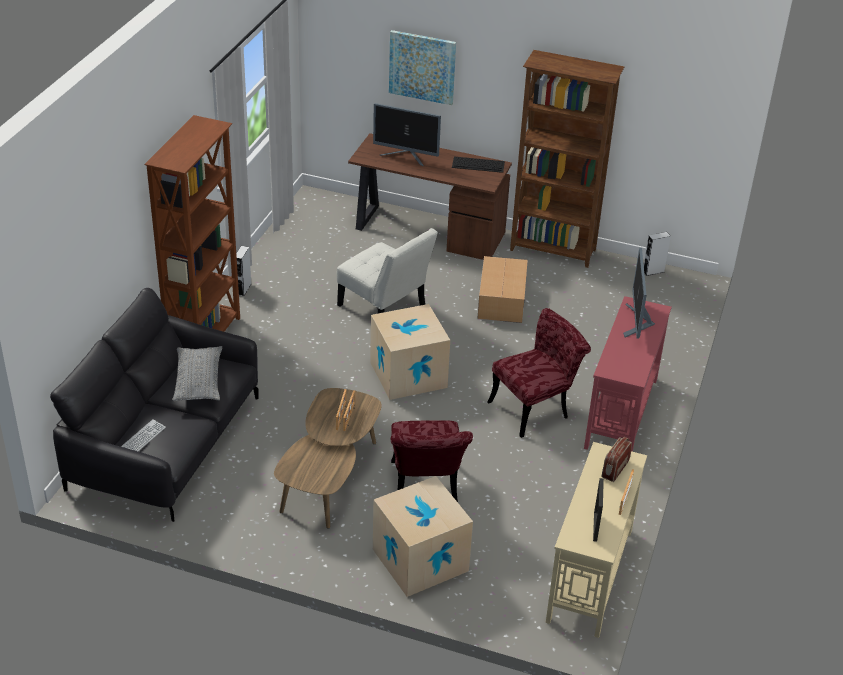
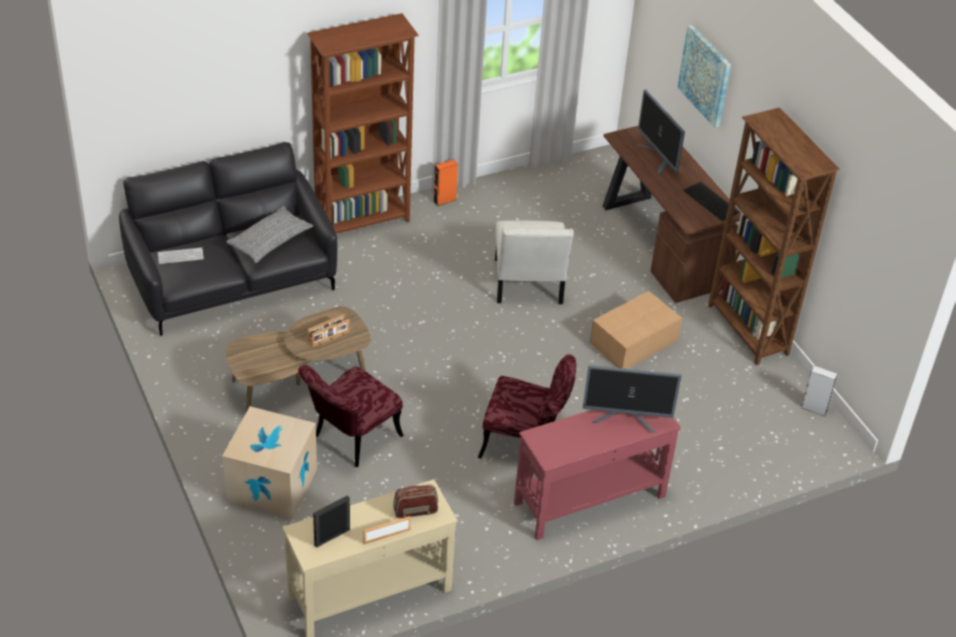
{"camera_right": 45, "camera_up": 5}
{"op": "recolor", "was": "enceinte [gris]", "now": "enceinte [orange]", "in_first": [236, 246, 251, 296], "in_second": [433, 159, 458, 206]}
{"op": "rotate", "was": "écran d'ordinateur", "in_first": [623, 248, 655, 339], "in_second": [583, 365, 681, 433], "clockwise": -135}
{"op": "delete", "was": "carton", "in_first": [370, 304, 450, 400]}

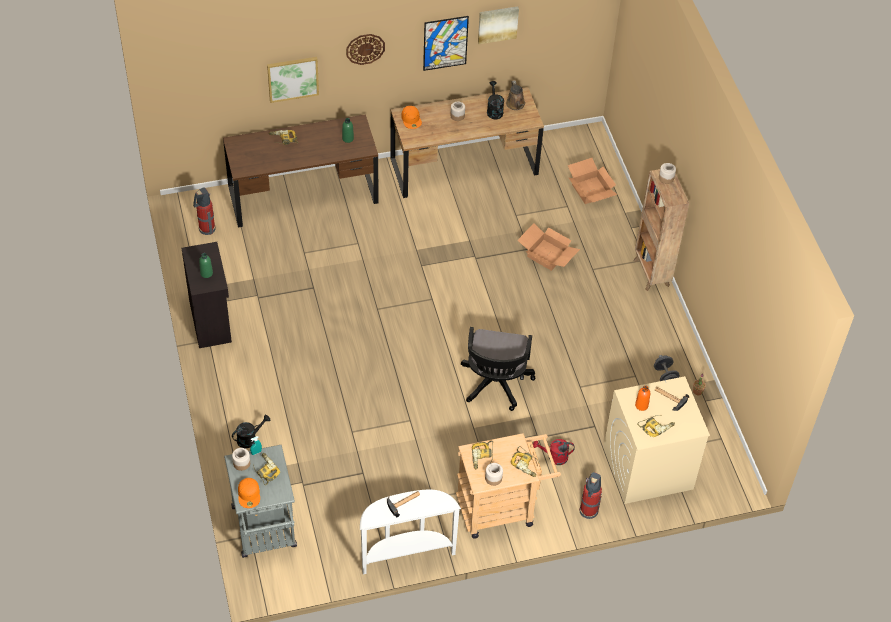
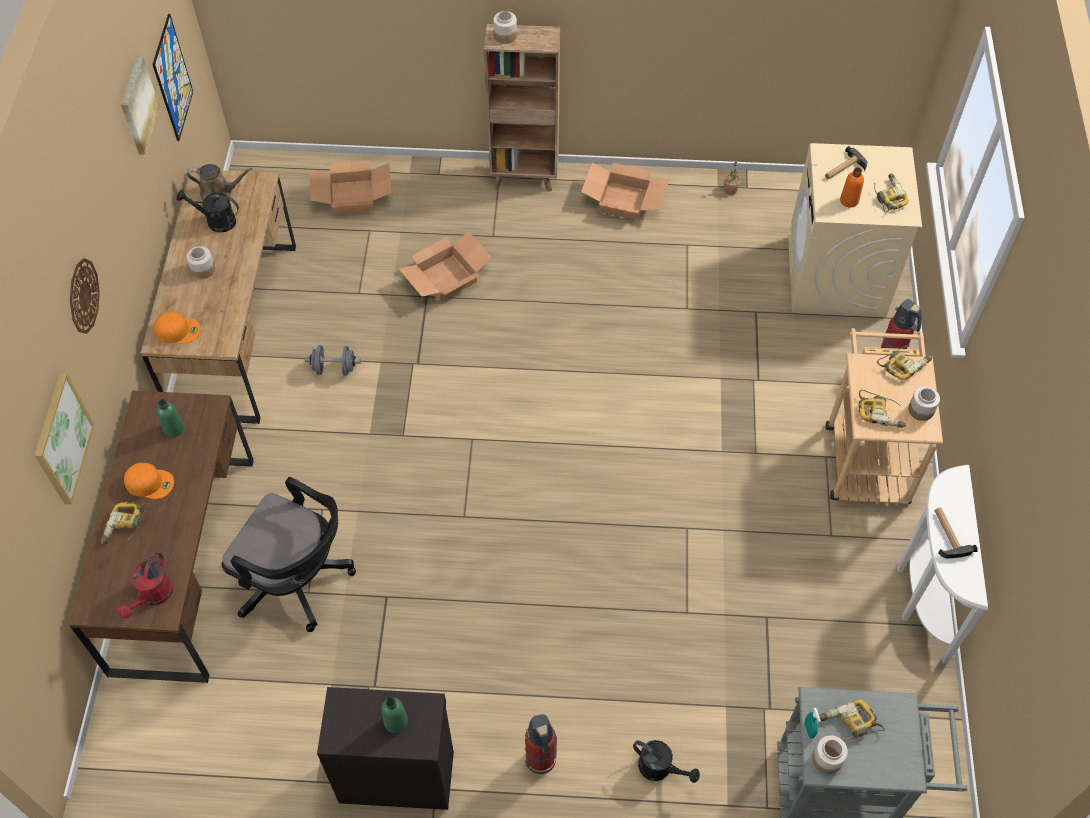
{"camera_right": -70, "camera_up": 5}
{"op": "move", "was": "arrosoir [rouge]", "in_first": [533, 439, 575, 465], "in_second": [118, 552, 173, 618]}
{"op": "move", "was": "casquette [orange]", "in_first": [238, 478, 260, 508], "in_second": [124, 463, 174, 499]}
{"op": "move", "was": "tableau", "in_first": [423, 16, 469, 71], "in_second": [152, 14, 193, 141]}
{"op": "move", "was": "chaise de bureau [noir]", "in_first": [461, 327, 535, 411], "in_second": [222, 477, 356, 632]}
{"op": "move", "was": "haltère [gris]", "in_first": [654, 355, 680, 381], "in_second": [305, 345, 361, 376]}
{"op": "move", "was": "extincteur", "in_first": [193, 187, 215, 235], "in_second": [525, 714, 557, 774]}
{"op": "insert", "now": "carton", "in_second": [581, 163, 669, 220]}
{"op": "rotate", "was": "arrosoir [noir]", "in_first": [232, 415, 270, 448], "in_second": [633, 740, 700, 783], "clockwise": 135}

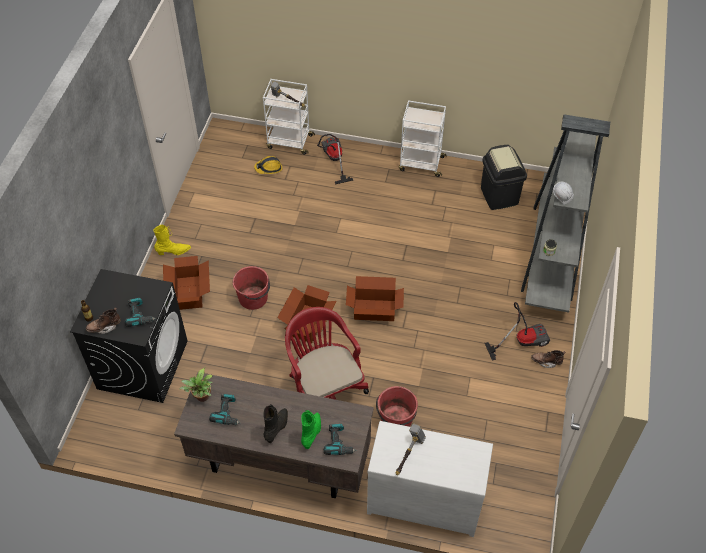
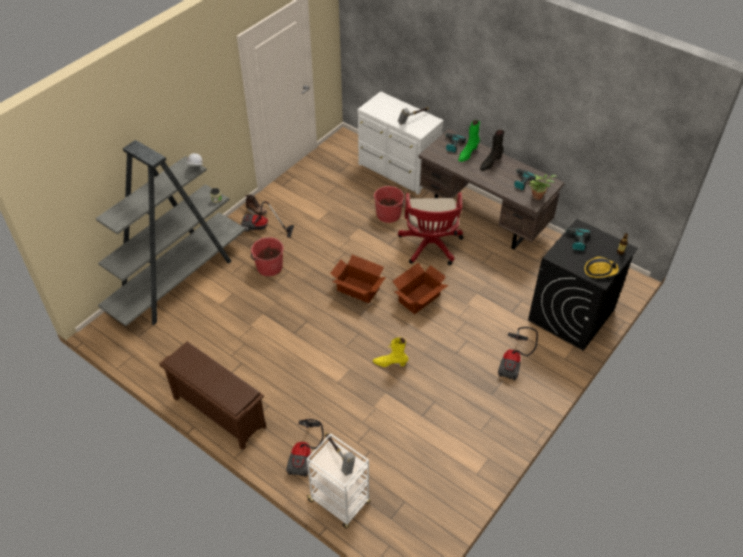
{"camera_right": -155, "camera_up": -5}
{"op": "replace", "was": "chariot [blanc]", "now": "étagère à chaussures [marron]", "in_first": [399, 100, 447, 177], "in_second": [159, 341, 266, 450]}
{"op": "move", "was": "seau [rouge]", "in_first": [233, 266, 270, 310], "in_second": [251, 237, 284, 276]}
{"op": "move", "was": "botte [jaune]", "in_first": [153, 225, 191, 255], "in_second": [373, 338, 408, 367]}
{"op": "replace", "was": "carton", "now": "aspirateur", "in_first": [163, 256, 210, 310], "in_second": [498, 327, 538, 381]}
{"op": "move", "was": "casque de chantier", "in_first": [254, 156, 282, 174], "in_second": [584, 257, 619, 278]}
{"op": "delete", "was": "botte [marron]", "in_first": [86, 308, 121, 334]}
{"op": "delete", "was": "poubelle [noir]", "in_first": [481, 145, 527, 210]}

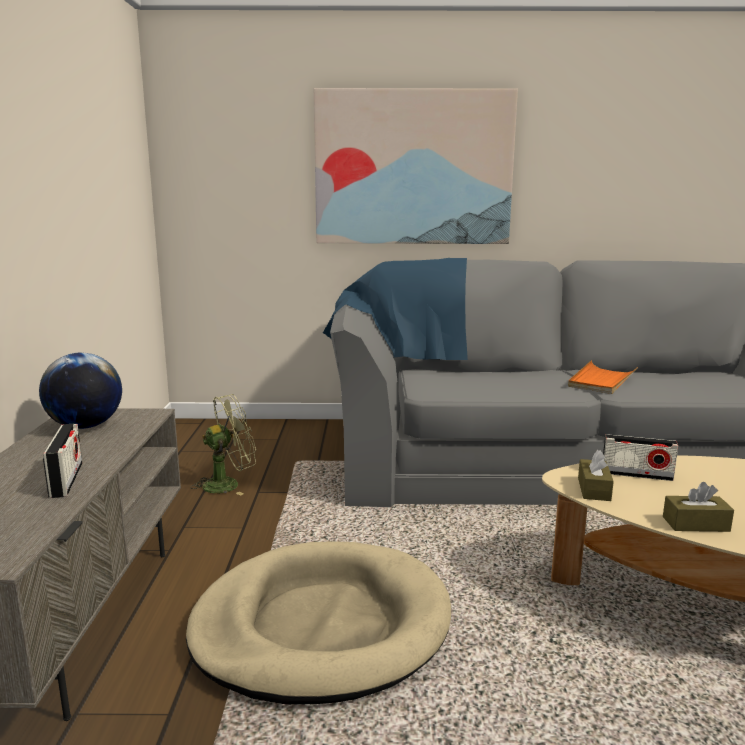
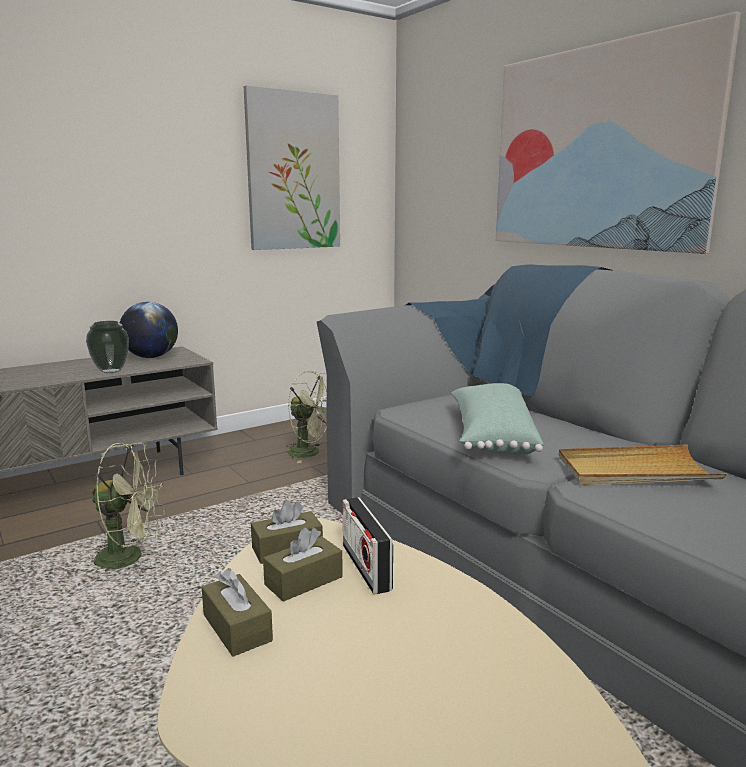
{"camera_right": 55, "camera_up": 0}
{"op": "insert", "now": "vase", "in_second": [86, 321, 129, 373]}
{"op": "replace", "was": "panier pour chien [beige]", "now": "ventilateur [vert]", "in_first": [186, 541, 451, 704], "in_second": [91, 443, 165, 571]}
{"op": "insert", "now": "tableau", "in_second": [244, 85, 340, 250]}
{"op": "insert", "now": "boîte à mouchoirs [marron]", "in_second": [263, 528, 343, 602]}
{"op": "insert", "now": "coussin [vert]", "in_second": [451, 383, 544, 455]}
{"op": "recolor", "was": "plateau [orange]", "now": "plateau [beige]", "in_first": [568, 361, 638, 394], "in_second": [559, 445, 727, 486]}
{"op": "delete", "was": "radio", "in_first": [43, 424, 82, 498]}

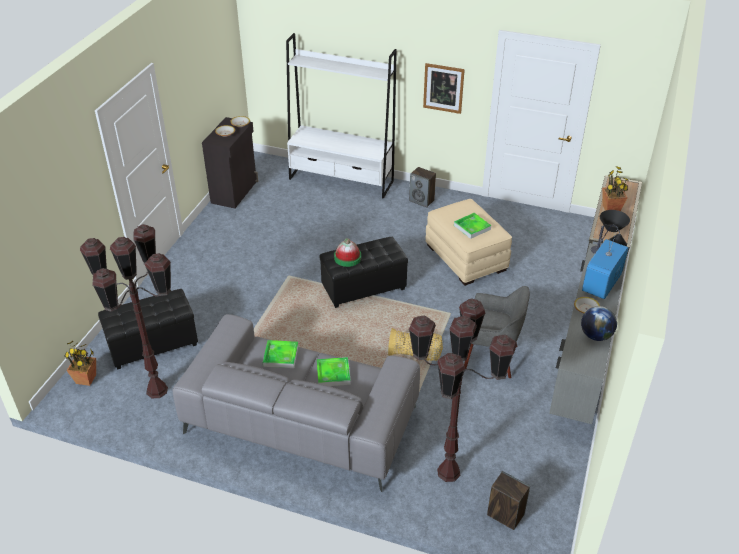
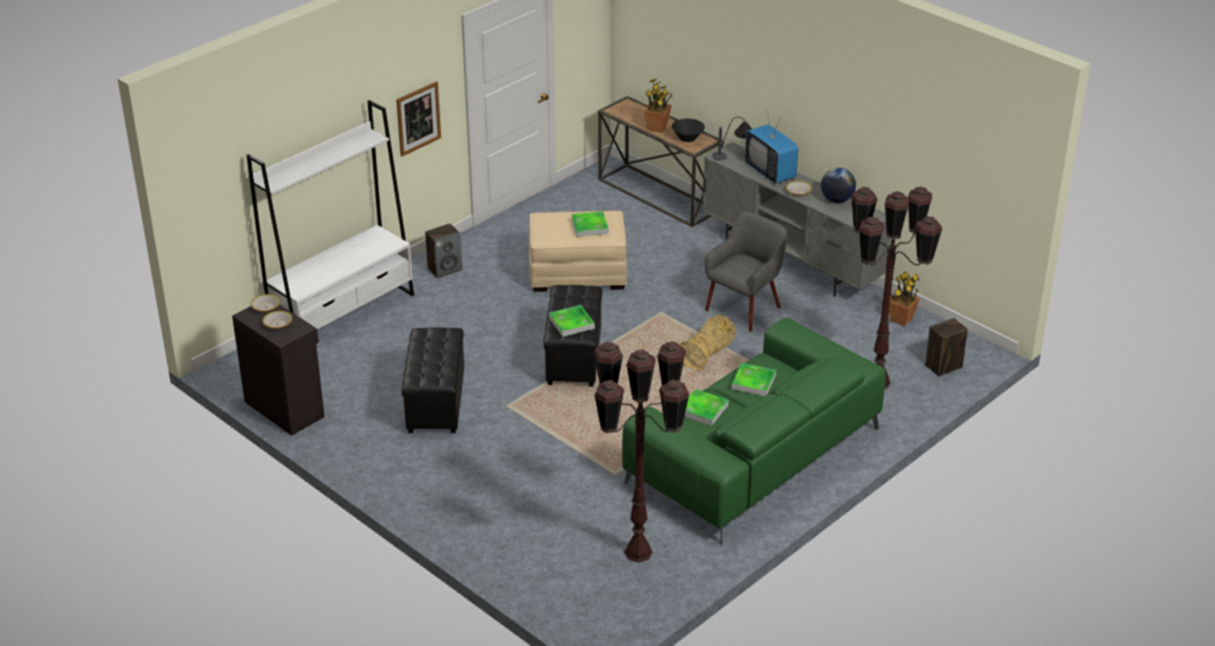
{"camera_right": -65, "camera_up": -5}
{"op": "move", "was": "pouf [noir]", "in_first": [98, 289, 198, 370], "in_second": [401, 328, 464, 433]}
{"op": "replace", "was": "chapeau", "now": "plateau", "in_first": [334, 238, 361, 267], "in_second": [549, 305, 595, 337]}
{"op": "recolor", "was": "canapé [gris]", "now": "canapé [vert]", "in_first": [173, 314, 420, 492], "in_second": [622, 317, 886, 545]}
{"op": "move", "was": "plante en pot", "in_first": [64, 341, 96, 386], "in_second": [889, 272, 920, 326]}

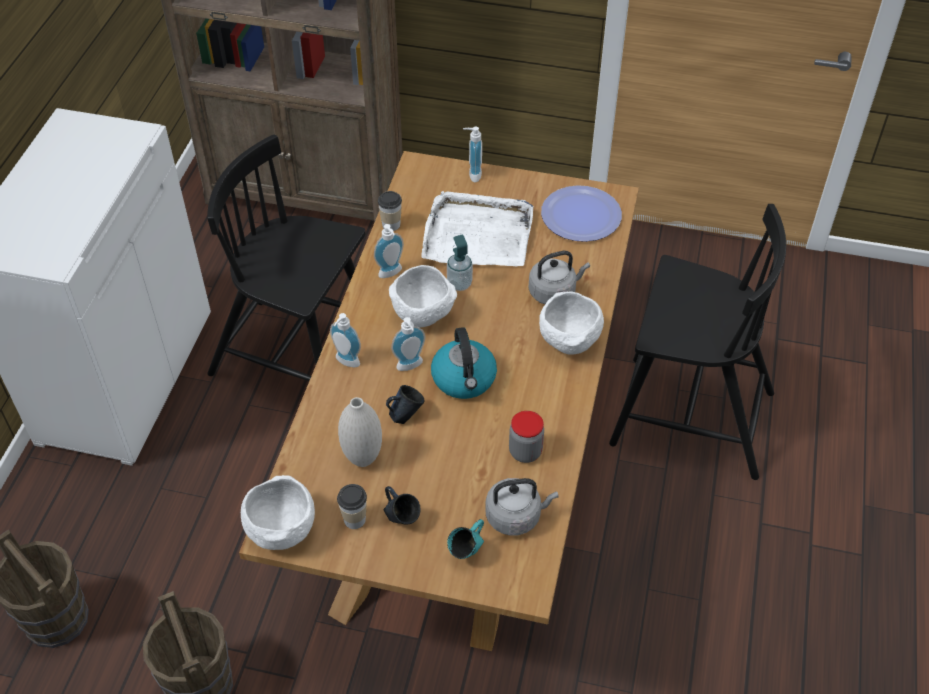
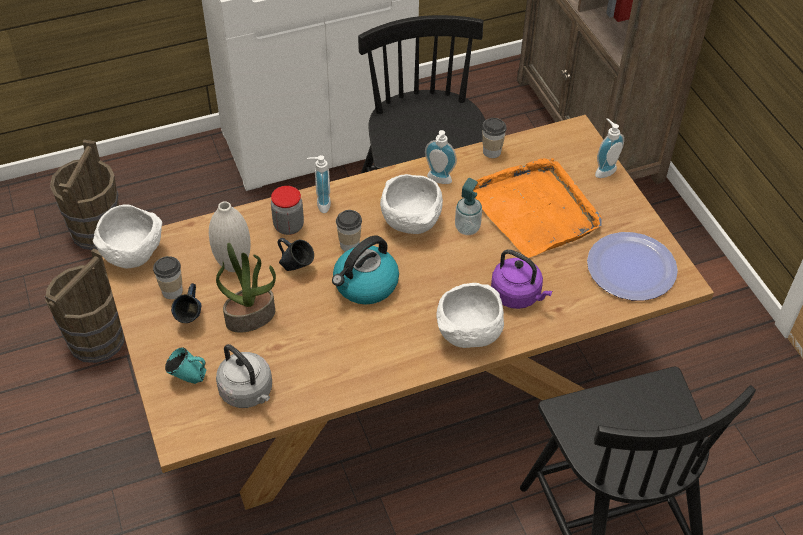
{"camera_right": 55, "camera_up": 0}
{"op": "insert", "now": "plante en pot", "in_second": [216, 243, 276, 333]}
{"op": "move", "was": "bocal", "in_first": [509, 411, 544, 463], "in_second": [271, 186, 304, 235]}
{"op": "replace", "was": "distributeur de savon", "now": "tasse", "in_first": [391, 317, 425, 371], "in_second": [336, 210, 362, 252]}
{"op": "recolor", "was": "plateau [blanc]", "now": "plateau [orange]", "in_first": [421, 191, 533, 266], "in_second": [473, 158, 602, 258]}
{"op": "recolor", "was": "bouilloire [gris]", "now": "bouilloire [violet]", "in_first": [528, 251, 590, 304], "in_second": [491, 249, 552, 309]}

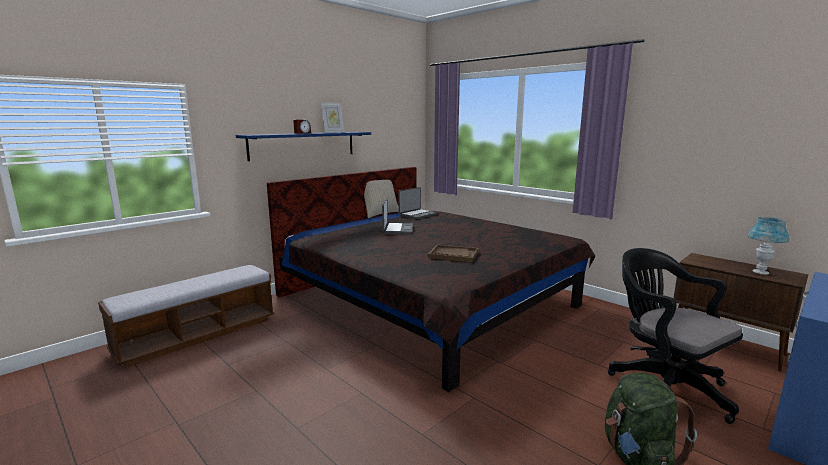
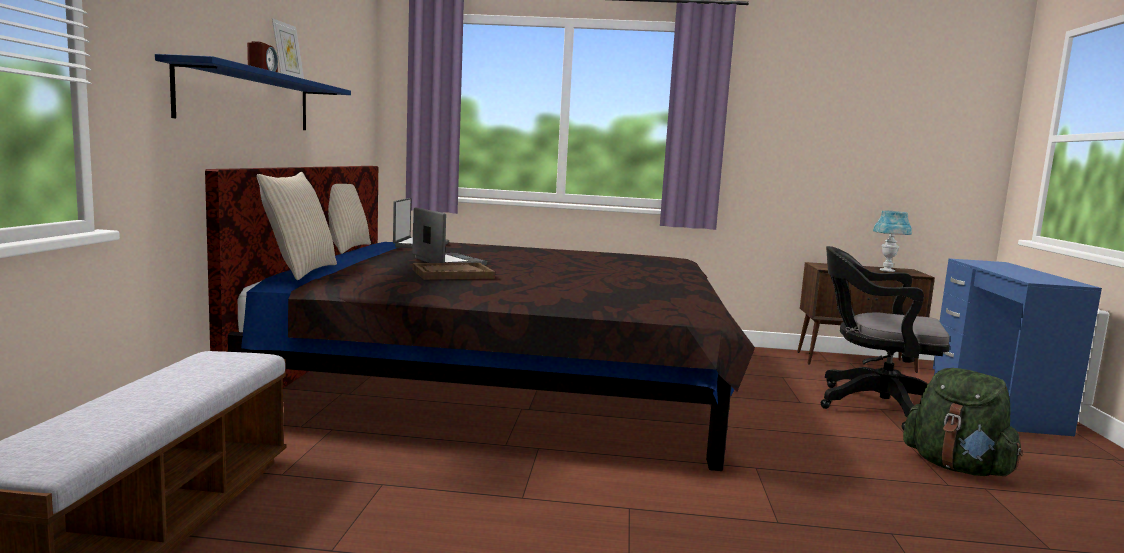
{"camera_right": -40, "camera_up": -5}
{"op": "insert", "now": "coussin [beige]", "in_second": [257, 172, 337, 280]}
{"op": "move", "was": "plateau [marron]", "in_first": [428, 244, 479, 262], "in_second": [413, 263, 495, 280]}

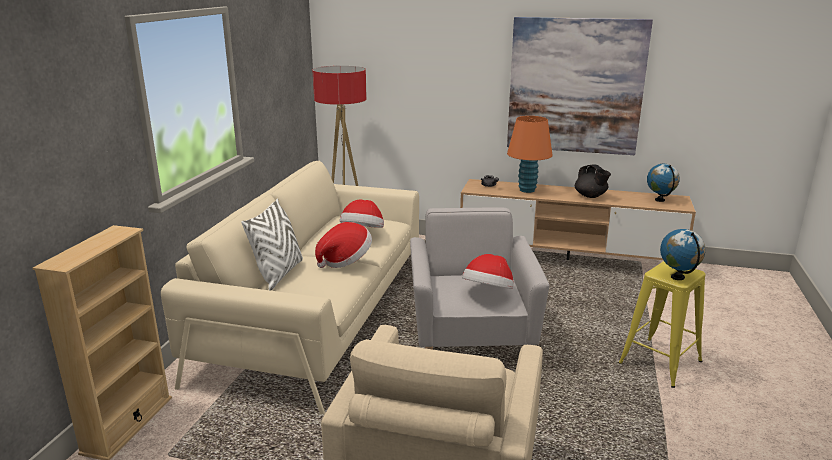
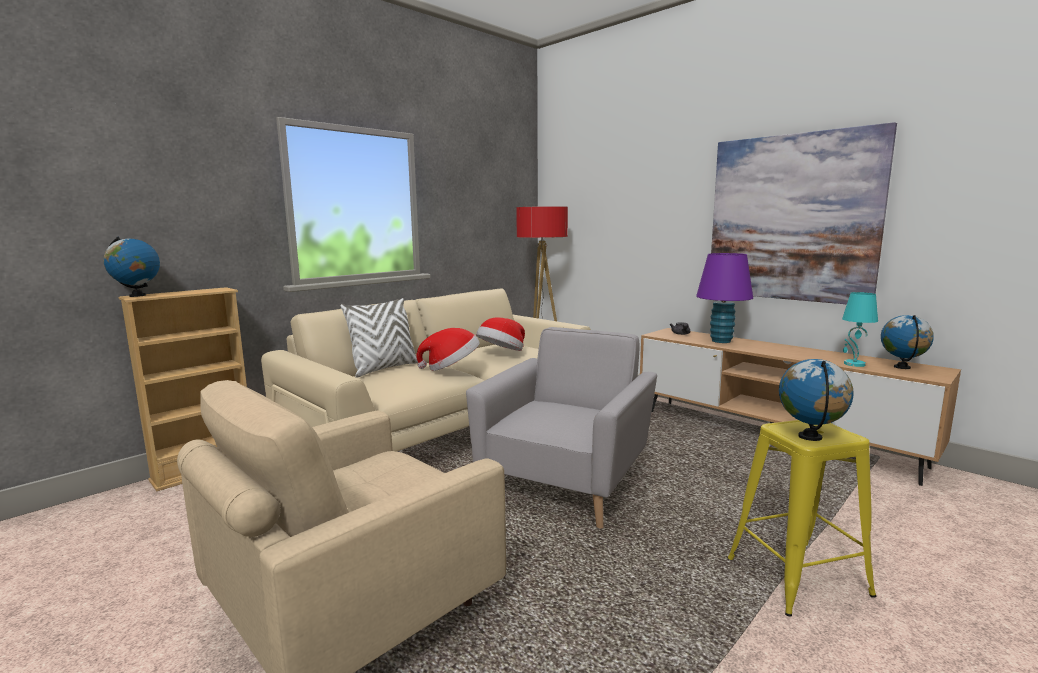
{"camera_right": 30, "camera_up": -10}
{"op": "insert", "now": "globe", "in_second": [103, 237, 160, 297]}
{"op": "recolor", "was": "lampe de table [orange]", "now": "lampe de table [violet]", "in_first": [507, 116, 553, 193], "in_second": [696, 253, 753, 343]}
{"op": "insert", "now": "lampe de table [turquoise]", "in_second": [842, 292, 878, 367]}
{"op": "delete", "was": "chapeau", "in_first": [462, 254, 514, 289]}
{"op": "delete", "was": "théière [noir]", "in_first": [575, 165, 611, 198]}

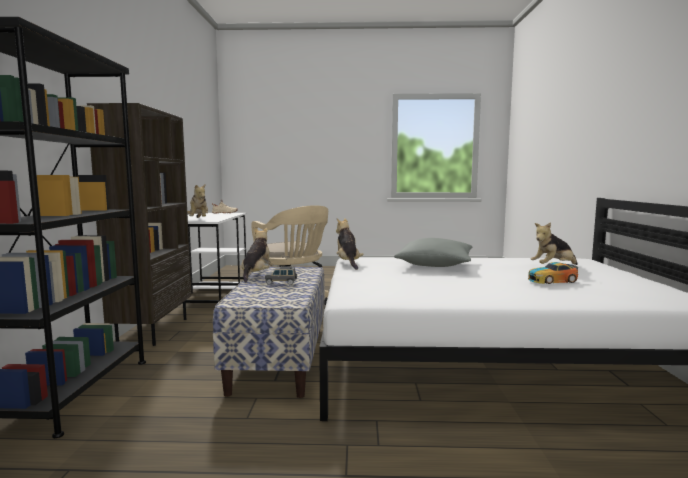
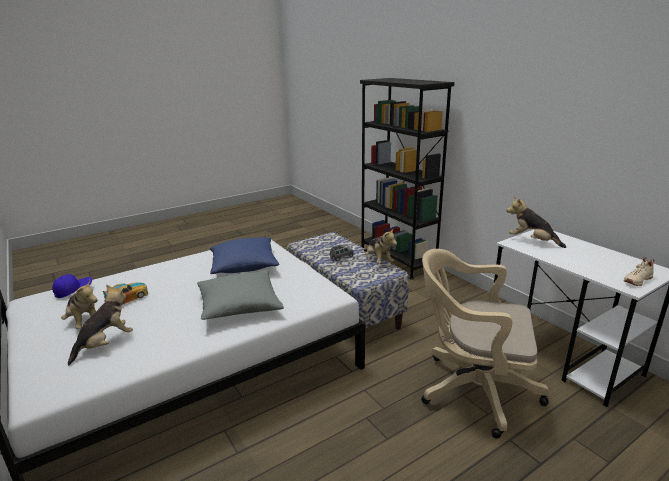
{"camera_right": 145, "camera_up": 15}
{"op": "insert", "now": "casquette [bleu]", "in_second": [52, 274, 92, 298]}
{"op": "move", "was": "peluche", "in_first": [336, 219, 364, 270], "in_second": [61, 280, 98, 329]}
{"op": "insert", "now": "coussin [bleu]", "in_second": [210, 237, 279, 274]}
{"op": "delete", "was": "bibliothèque [marron]", "in_first": [87, 103, 192, 346]}

